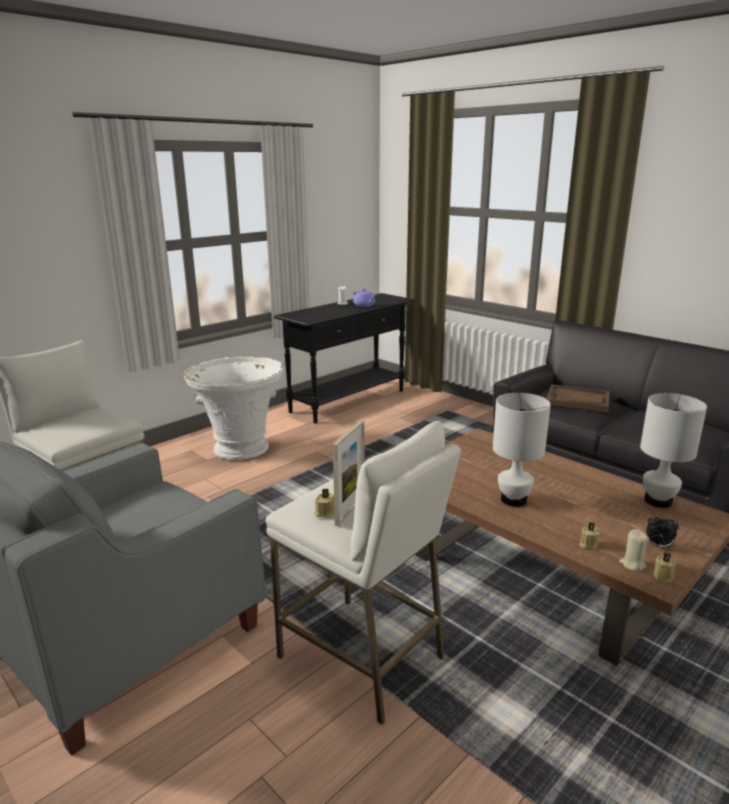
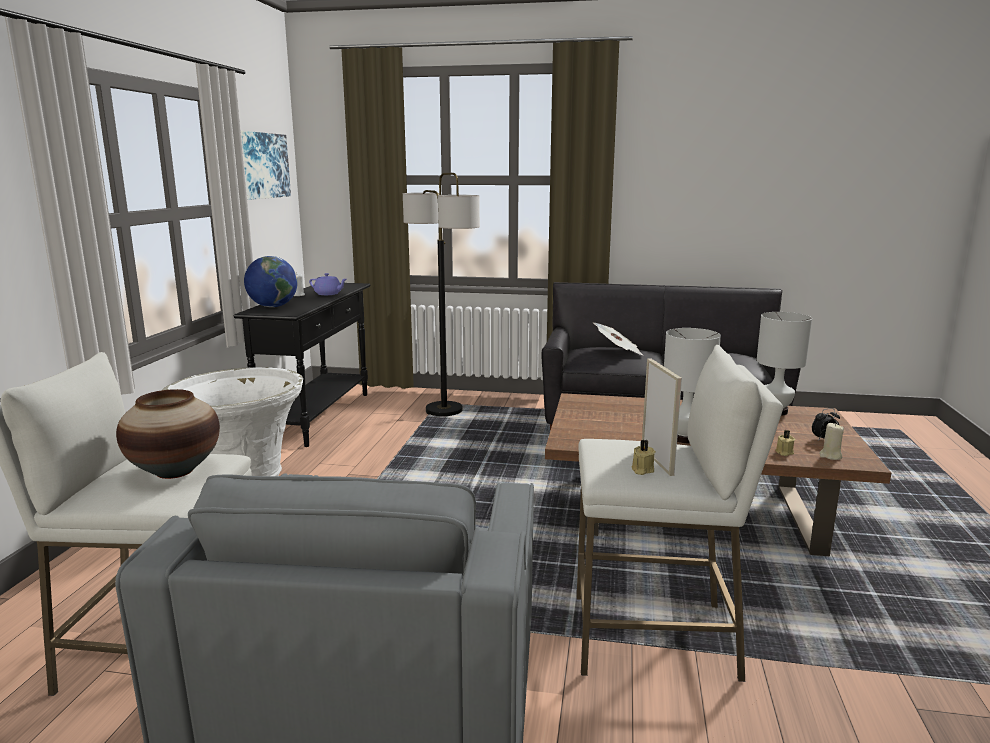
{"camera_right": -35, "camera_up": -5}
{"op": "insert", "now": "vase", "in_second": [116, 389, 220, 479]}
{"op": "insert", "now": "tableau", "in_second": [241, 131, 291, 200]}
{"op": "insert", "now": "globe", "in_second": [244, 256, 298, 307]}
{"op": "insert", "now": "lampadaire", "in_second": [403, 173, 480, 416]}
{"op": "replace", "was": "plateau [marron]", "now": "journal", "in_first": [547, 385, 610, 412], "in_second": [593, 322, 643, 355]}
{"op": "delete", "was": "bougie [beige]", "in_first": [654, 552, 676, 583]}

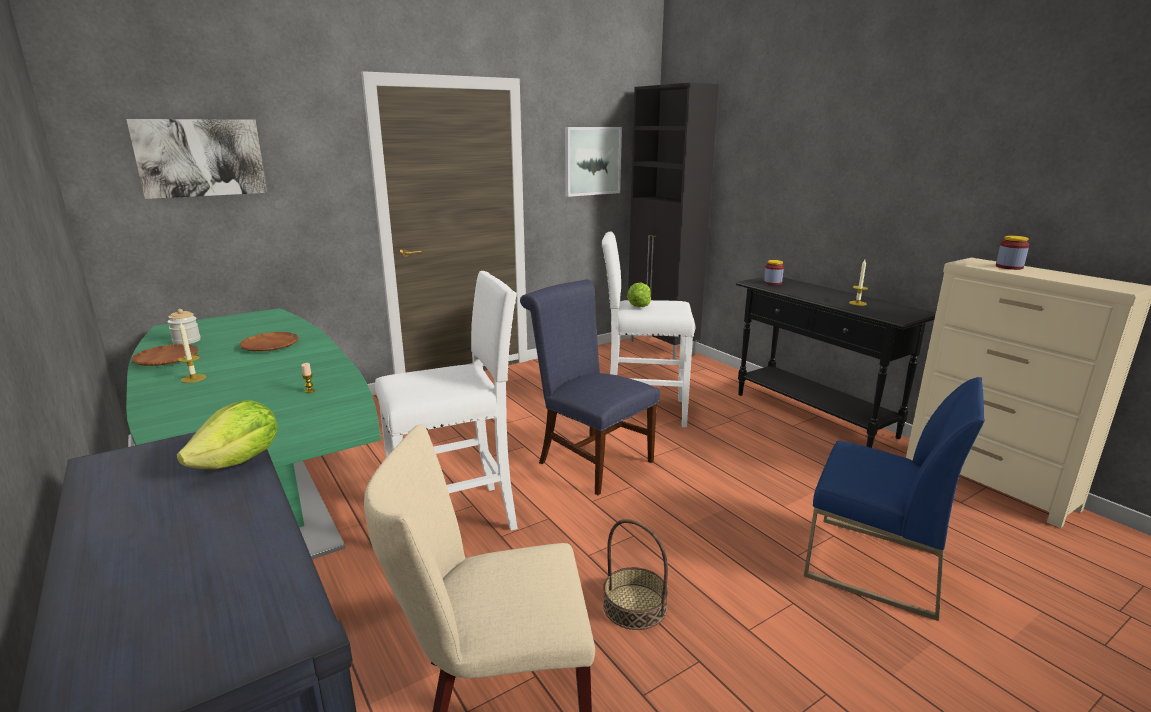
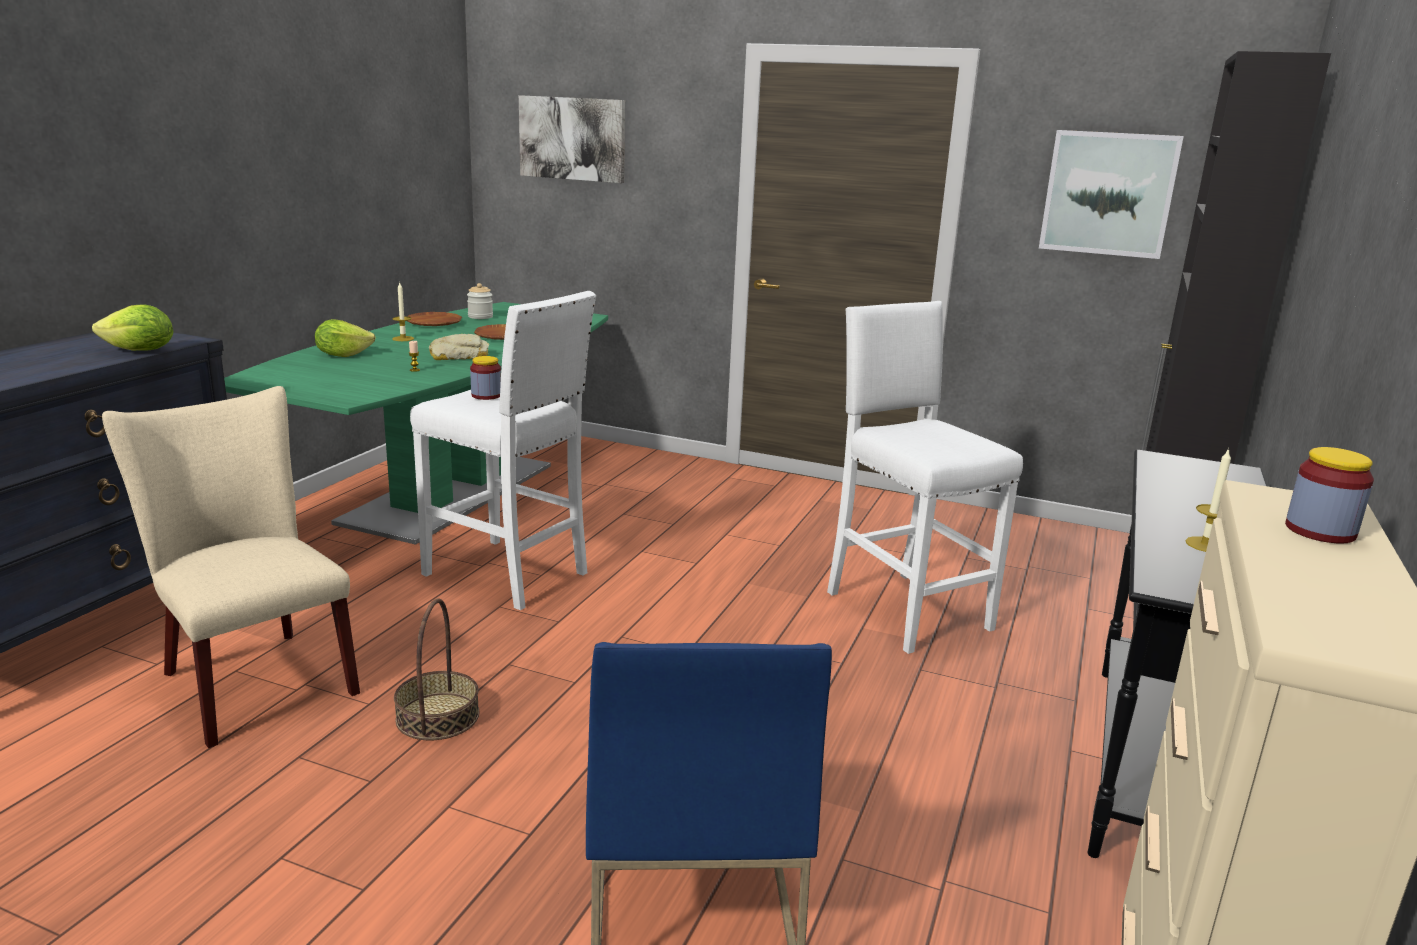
{"camera_right": 55, "camera_up": 0}
{"op": "move", "was": "laitue", "in_first": [627, 283, 651, 307], "in_second": [315, 319, 376, 357]}
{"op": "insert", "now": "pain", "in_second": [429, 334, 489, 360]}
{"op": "move", "was": "bocal", "in_first": [764, 260, 784, 285], "in_second": [470, 356, 501, 400]}
{"op": "delete", "was": "chaise [bleu]", "in_first": [520, 279, 660, 495]}

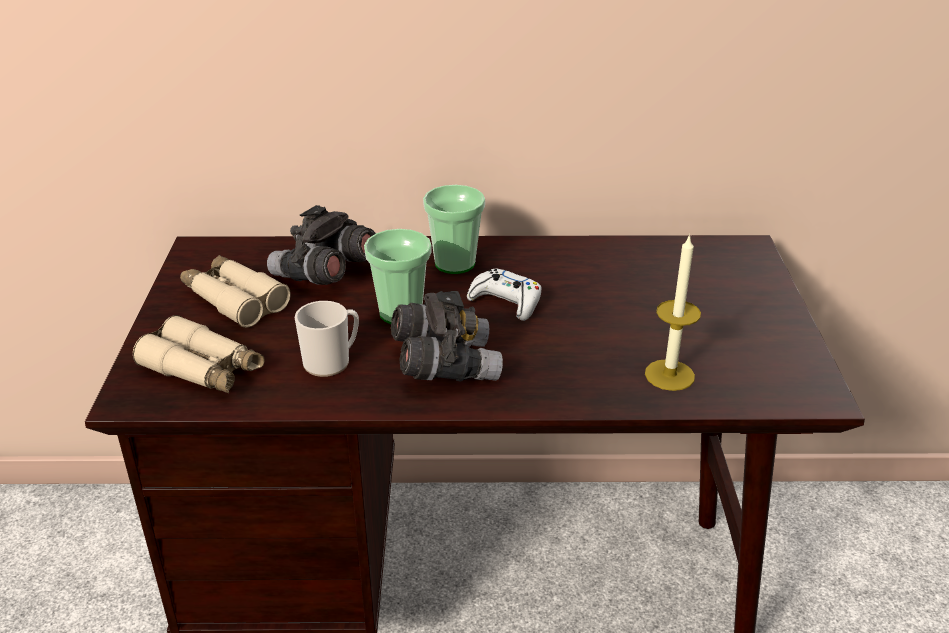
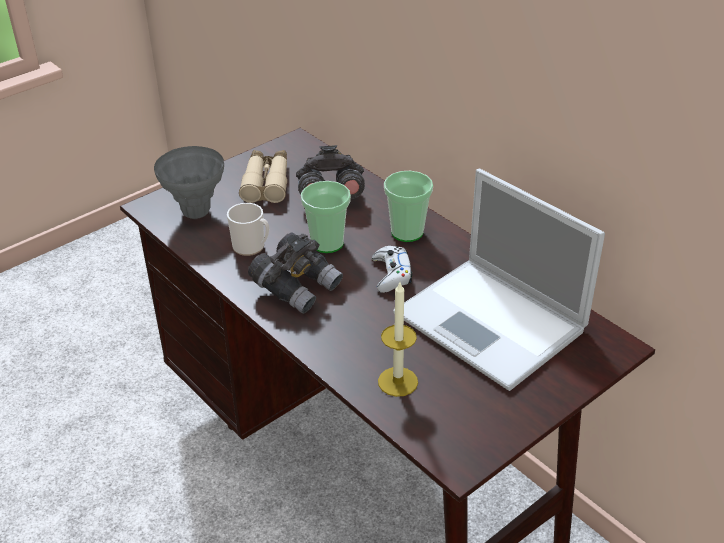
{"camera_right": 50, "camera_up": 5}
{"op": "replace", "was": "jumelles [beige]", "now": "vase [gris]", "in_first": [133, 315, 265, 393], "in_second": [154, 146, 224, 219]}
{"op": "insert", "now": "ordinateur portable", "in_second": [393, 169, 605, 391]}

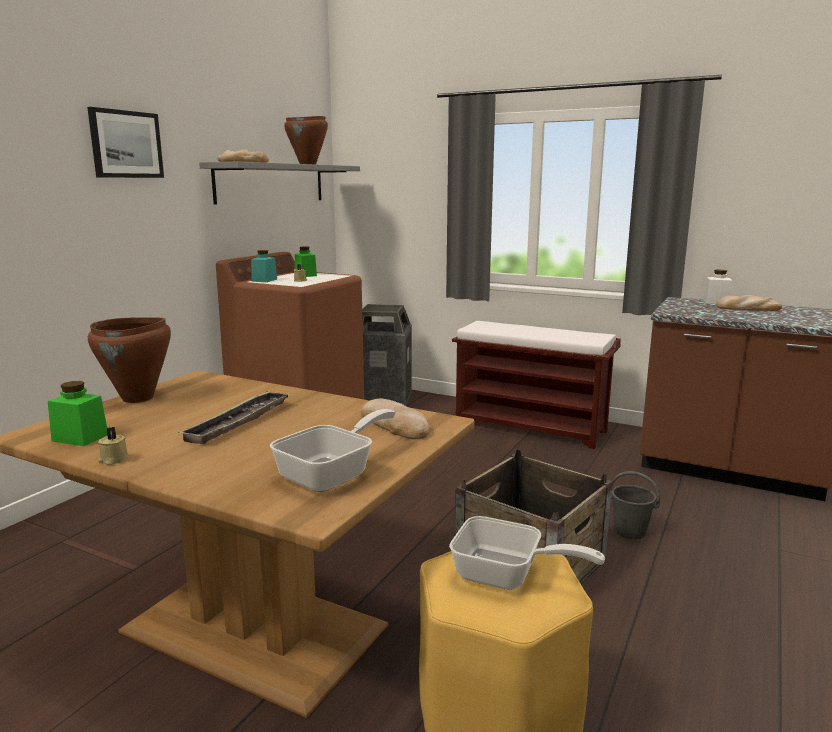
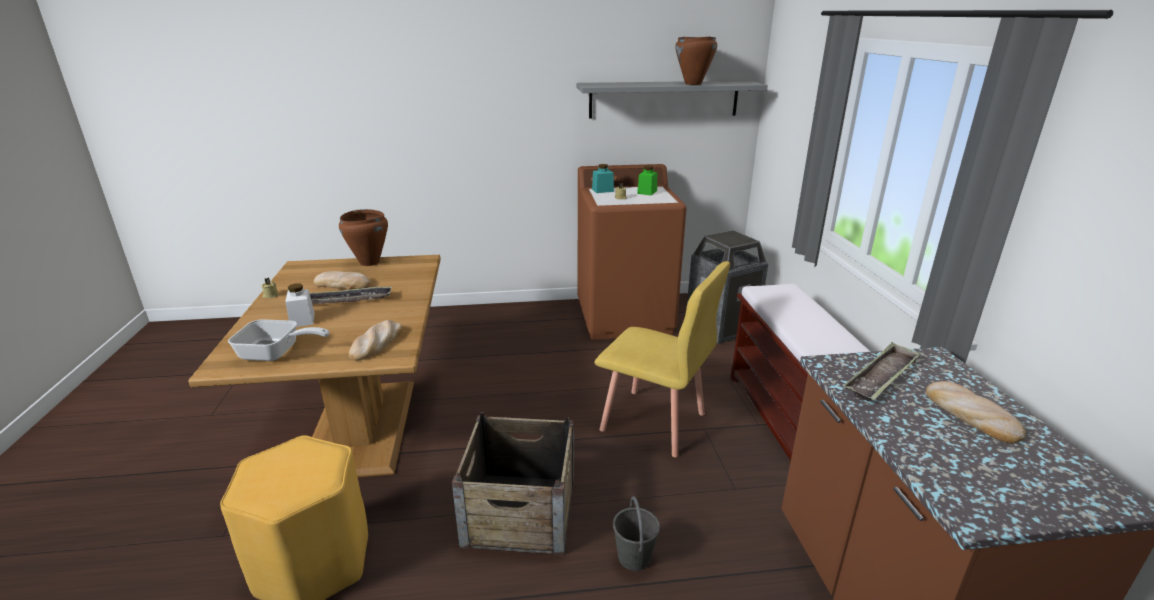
{"camera_right": 55, "camera_up": 10}
{"op": "move", "was": "bocal [blanc]", "in_first": [703, 270, 733, 304], "in_second": [285, 283, 315, 327]}
{"op": "move", "was": "pain", "in_first": [218, 149, 269, 163], "in_second": [314, 271, 371, 290]}
{"op": "insert", "now": "chaise [jaune]", "in_second": [594, 261, 730, 457]}
{"op": "insert", "now": "plateau", "in_second": [844, 342, 921, 402]}
{"op": "delete", "was": "bocal [vert]", "in_first": [48, 381, 107, 446]}
{"op": "delete", "was": "tableau", "in_first": [87, 107, 164, 178]}
{"op": "delete", "was": "poêle", "in_first": [449, 516, 605, 590]}

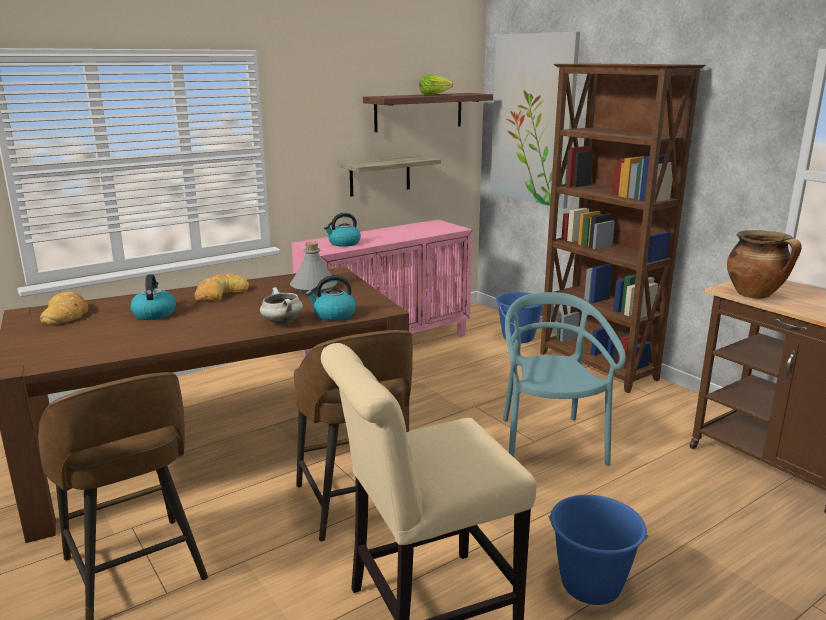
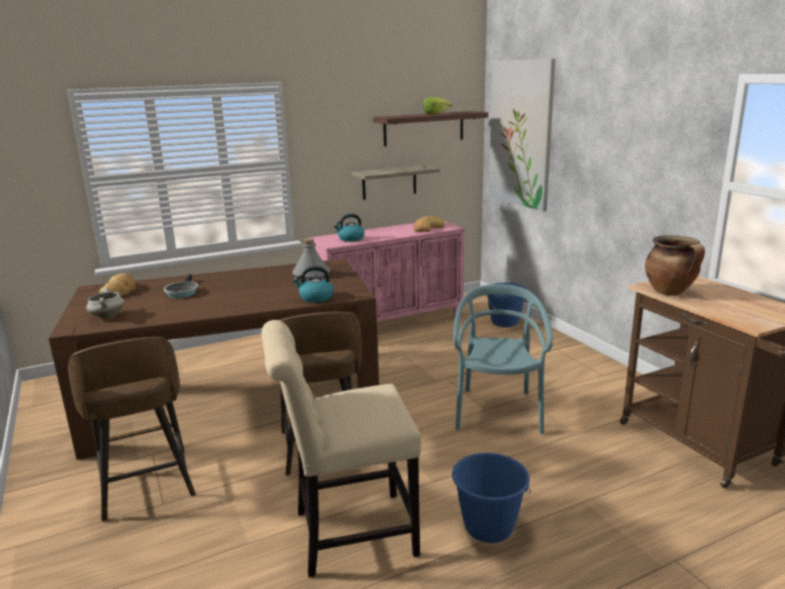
{"camera_right": 10, "camera_up": 0}
{"op": "move", "was": "marmite [blanc]", "in_first": [260, 287, 303, 325], "in_second": [86, 287, 124, 319]}
{"op": "replace", "was": "bouilloire", "now": "poêle", "in_first": [130, 274, 176, 320], "in_second": [164, 274, 198, 298]}
{"op": "move", "was": "pain", "in_first": [195, 273, 249, 301], "in_second": [413, 216, 445, 232]}
{"op": "delete", "was": "bibliothèque [marron]", "in_first": [540, 64, 705, 393]}

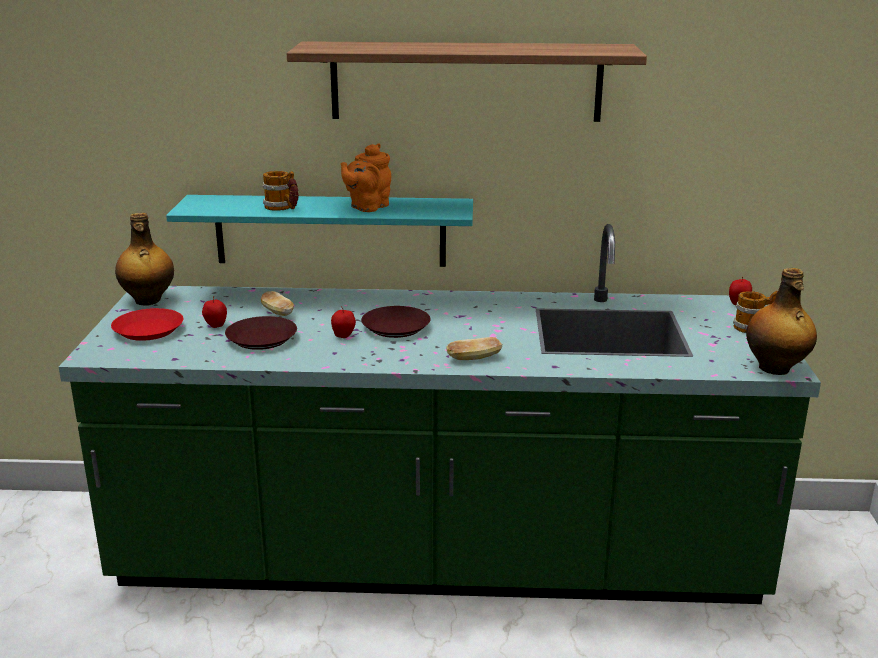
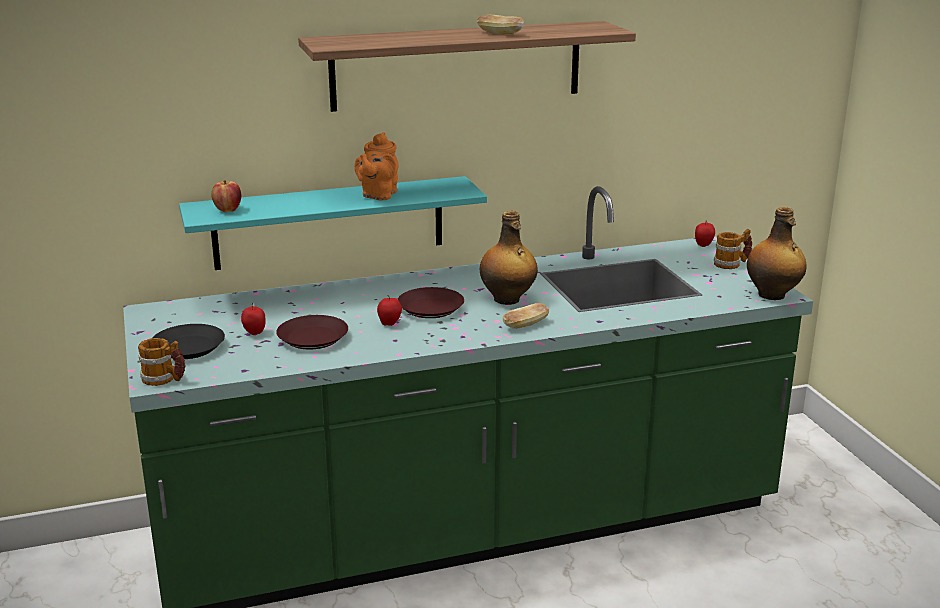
{"camera_right": -20, "camera_up": 0}
{"op": "move", "was": "mug", "in_first": [262, 171, 299, 211], "in_second": [138, 338, 186, 386]}
{"op": "recolor", "was": "assiette [rouge]", "now": "assiette [noir]", "in_first": [111, 308, 183, 341], "in_second": [153, 324, 225, 359]}
{"op": "insert", "now": "pomme", "in_second": [211, 180, 241, 212]}
{"op": "move", "was": "pain", "in_first": [261, 291, 294, 316], "in_second": [477, 15, 524, 34]}
{"op": "move", "was": "bouteille", "in_first": [115, 213, 174, 306], "in_second": [480, 211, 538, 305]}

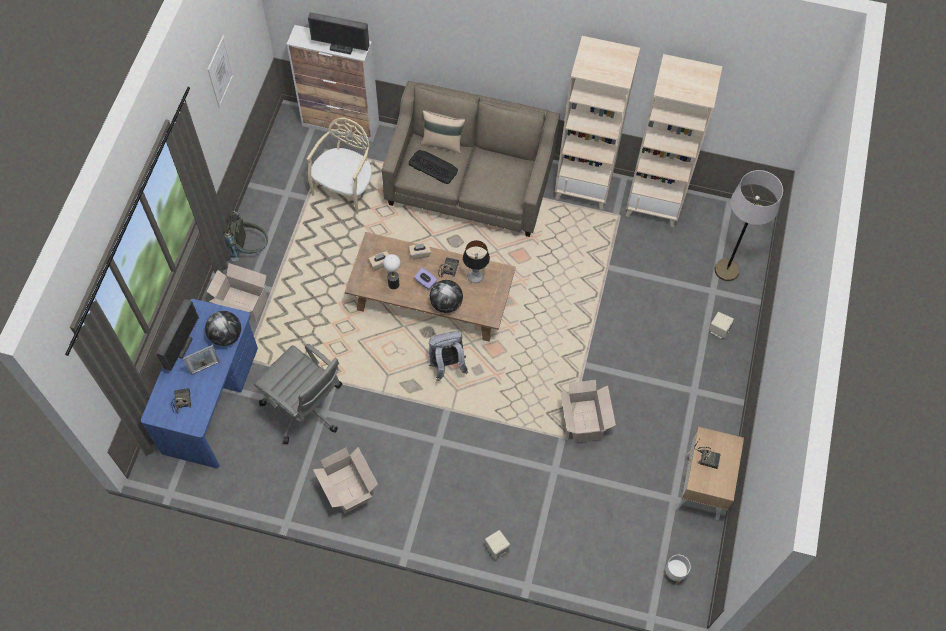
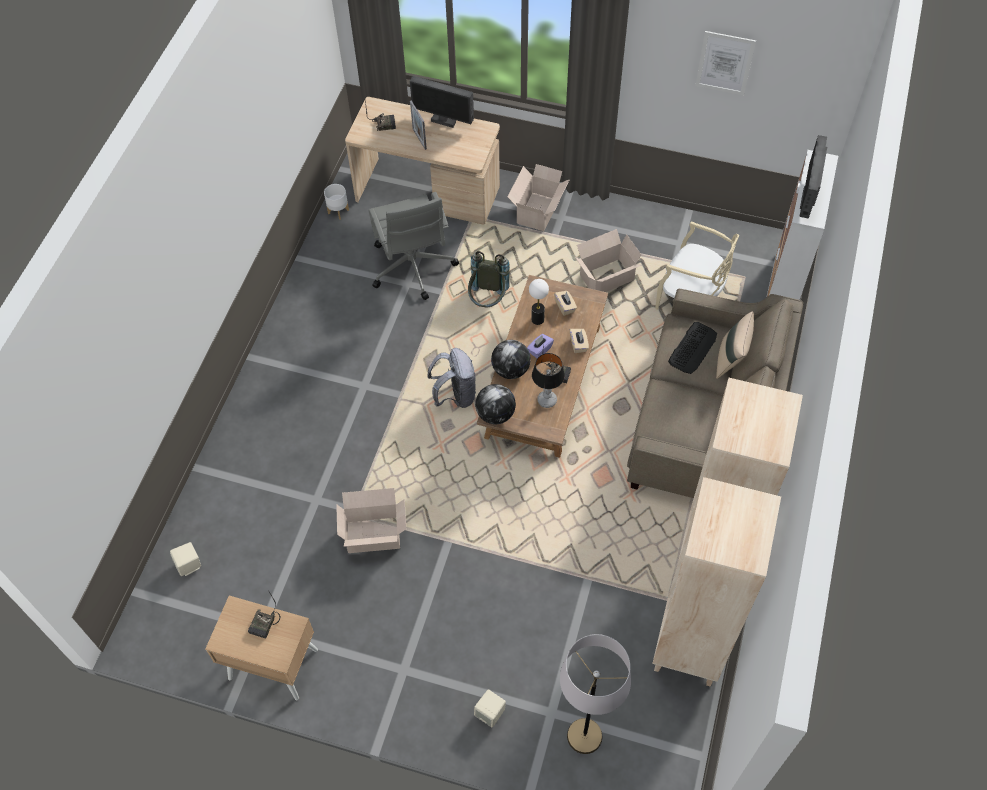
{"camera_right": 95, "camera_up": -5}
{"op": "move", "was": "enceinte [beige]", "in_first": [485, 530, 510, 560], "in_second": [170, 542, 201, 576]}
{"op": "move", "was": "cache-pot [blanc]", "in_first": [663, 555, 691, 584], "in_second": [324, 184, 349, 220]}
{"op": "recolor", "was": "bureau [bleu]", "now": "bureau [beige]", "in_first": [141, 299, 258, 468], "in_second": [345, 97, 500, 225]}
{"op": "rotate", "was": "chaise de bureau [gris]", "in_first": [254, 344, 343, 444], "in_second": [368, 192, 459, 300], "clockwise": -60}
{"op": "move", "was": "sac à dos [gris]", "in_first": [224, 211, 268, 261], "in_second": [468, 251, 510, 307]}
{"op": "move", "was": "globe", "in_first": [205, 311, 241, 346], "in_second": [475, 384, 516, 424]}
{"op": "move", "was": "carton", "in_first": [313, 447, 378, 514], "in_second": [575, 229, 642, 292]}

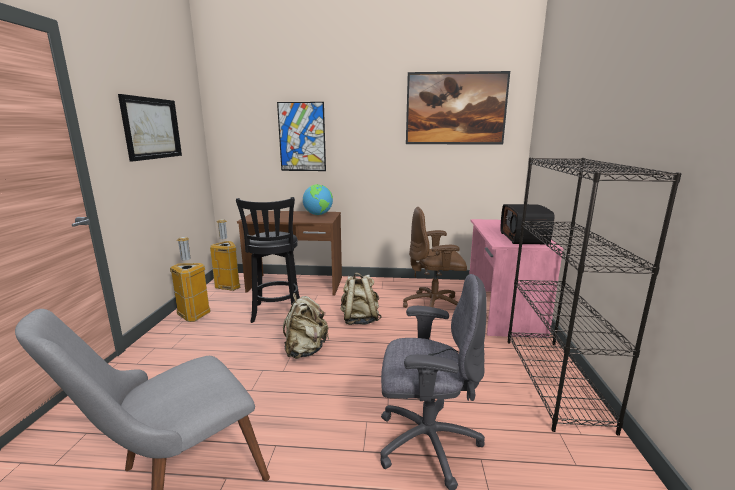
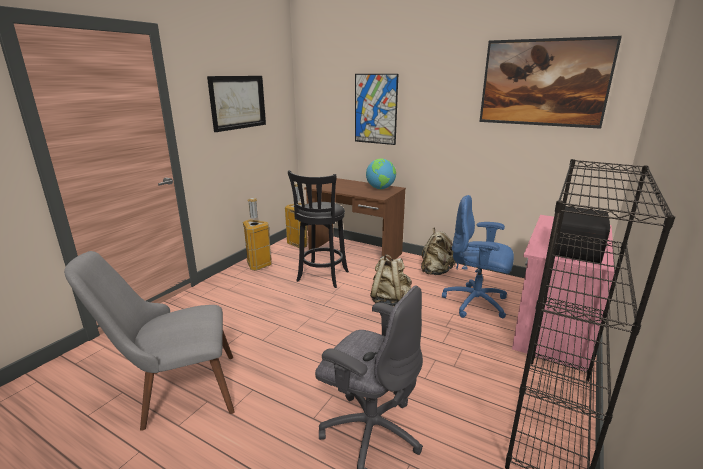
{"camera_right": 25, "camera_up": 5}
{"op": "move", "was": "sac à dos [beige]", "in_first": [283, 293, 329, 359], "in_second": [421, 227, 455, 275]}
{"op": "recolor", "was": "chaise de bureau [marron]", "now": "chaise de bureau [bleu]", "in_first": [403, 207, 467, 308], "in_second": [442, 195, 514, 319]}

